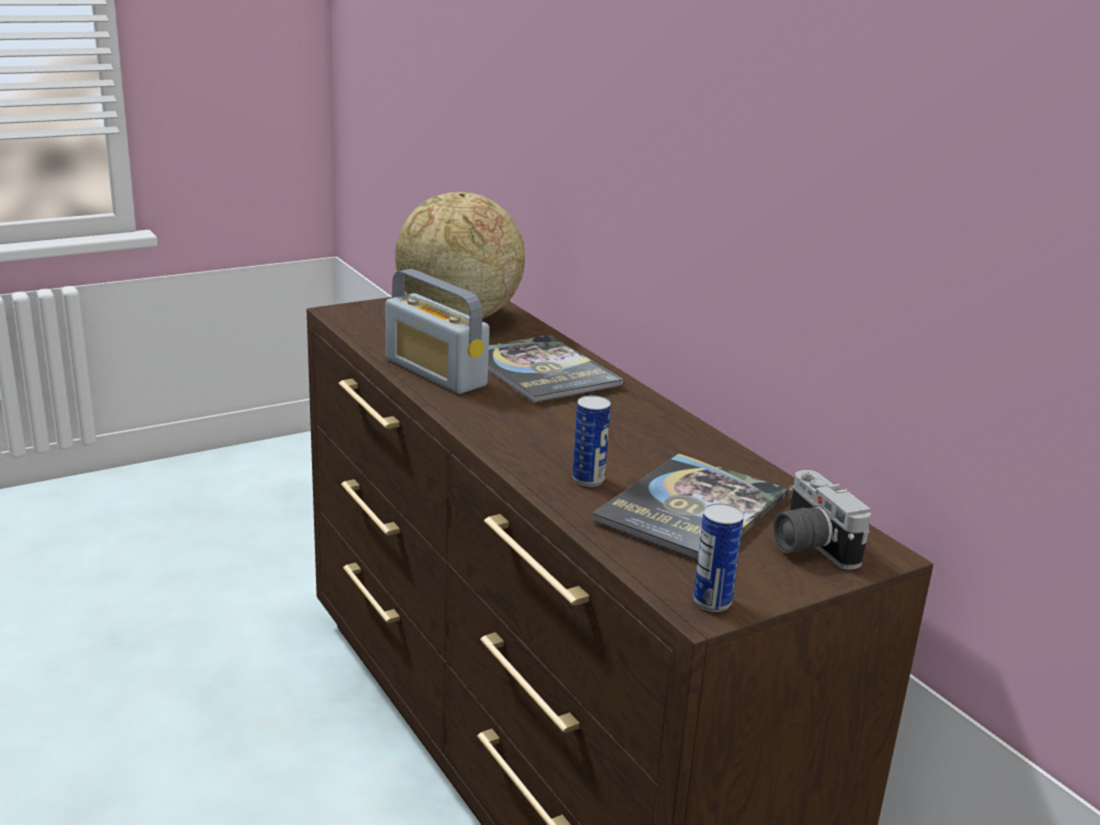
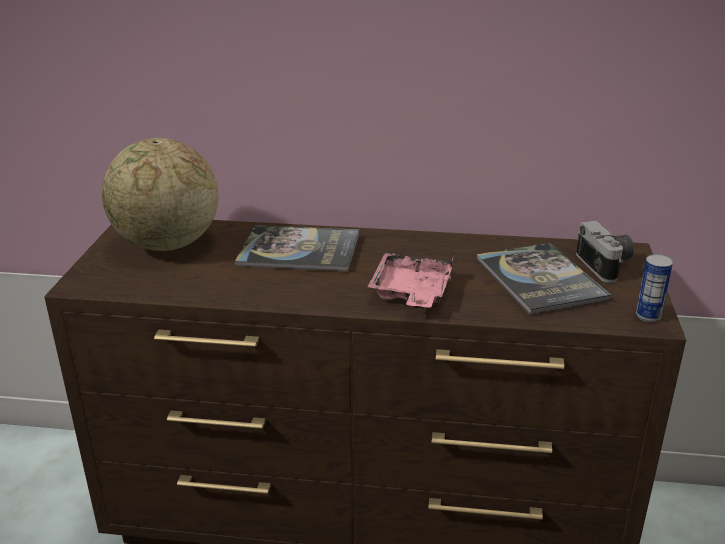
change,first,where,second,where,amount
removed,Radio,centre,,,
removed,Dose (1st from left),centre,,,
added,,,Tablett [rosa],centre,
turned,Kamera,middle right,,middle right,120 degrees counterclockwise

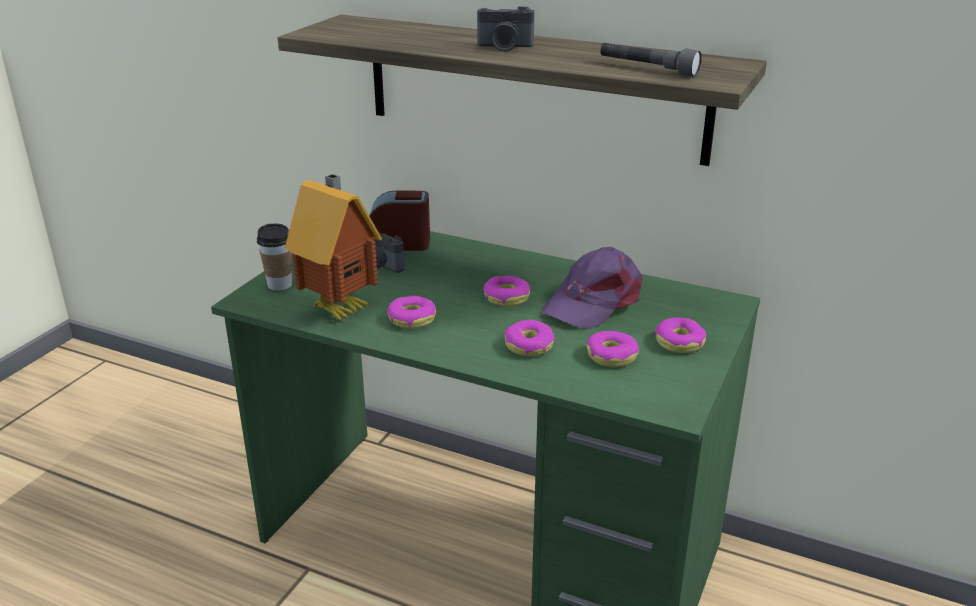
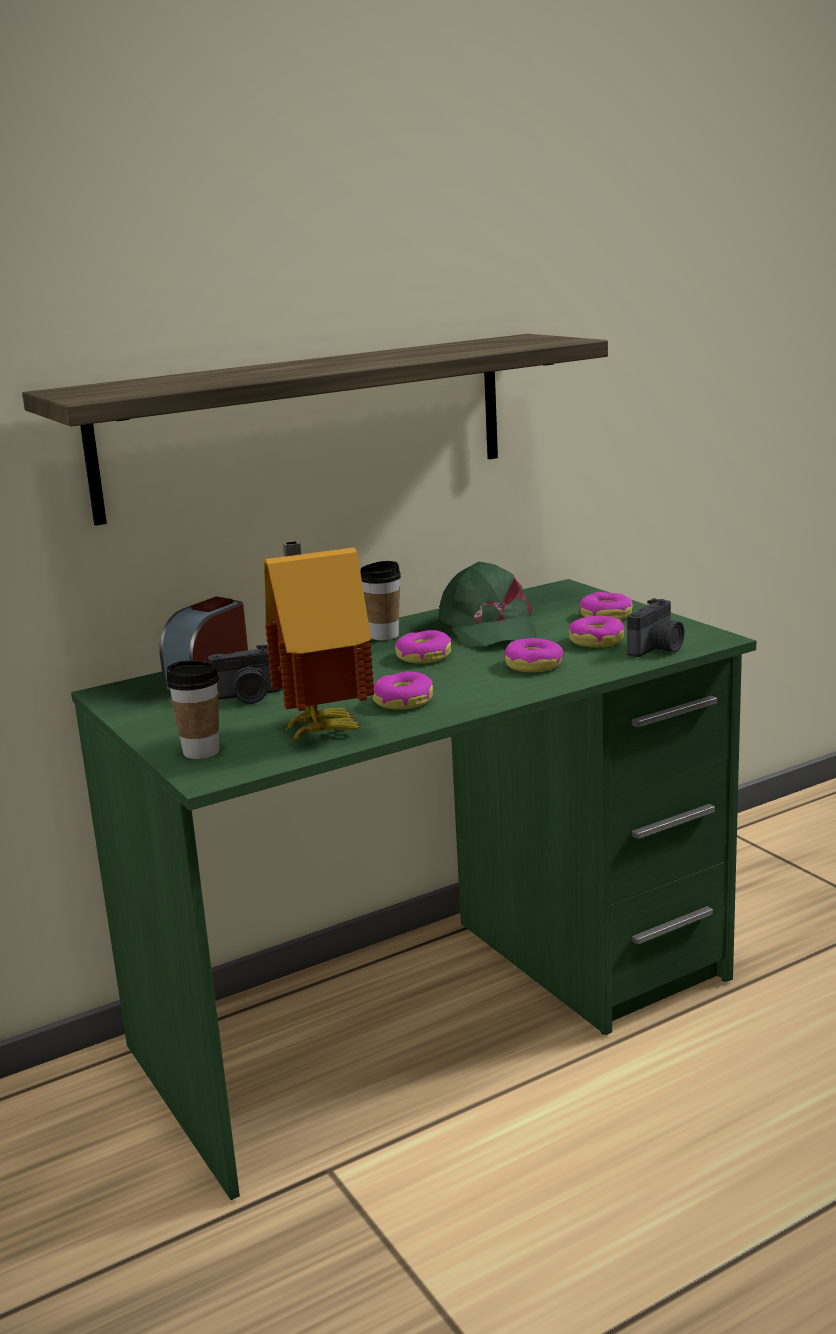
change,first,where,second,where,amount
removed,Taschenlampe [grau],top right,,,
added,,,Tasse (2nd from left),centre,
moved,Kamera (2nd from left),top centre,,middle right,
recoloured,Kappe [lila],centre,Kappe [grün],centre,

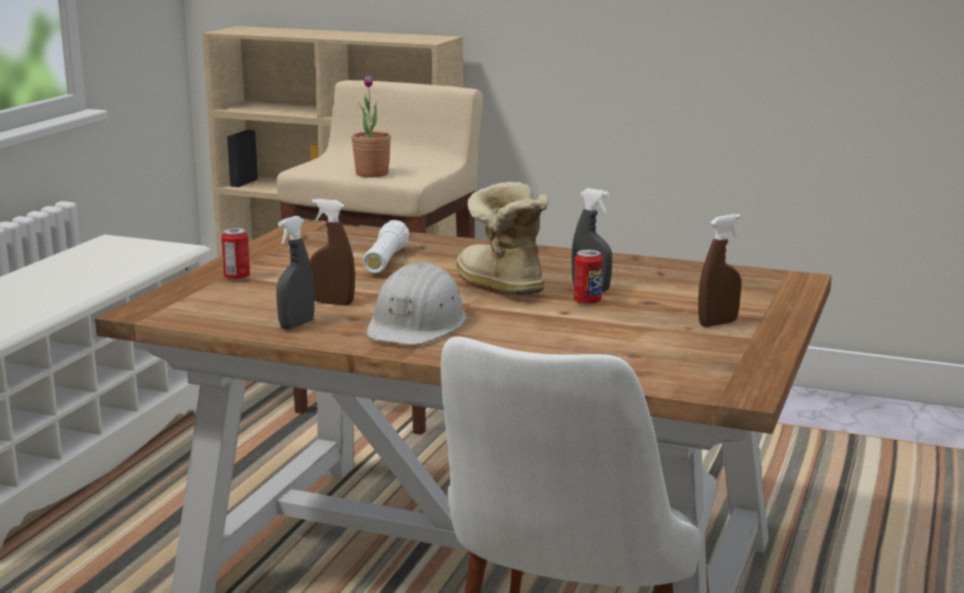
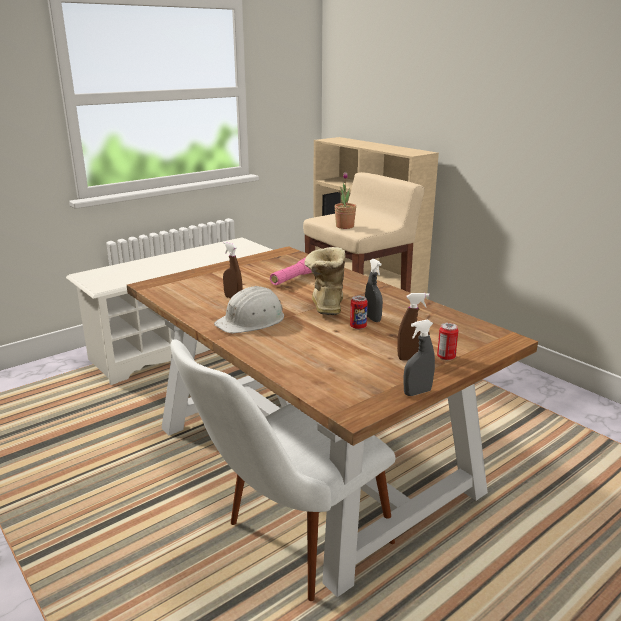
change,first,where,second,where,amount
moved,Dose (1st from left in the first image),middle left,Dose (2nd from left),middle right,
moved,Sprühflasche [grau] (1st from left in the first image),middle left,Sprühflasche [grau] (2nd from left),middle right,
recoloured,Taschenlampe [weiß],centre,Taschenlampe [rosa],centre,

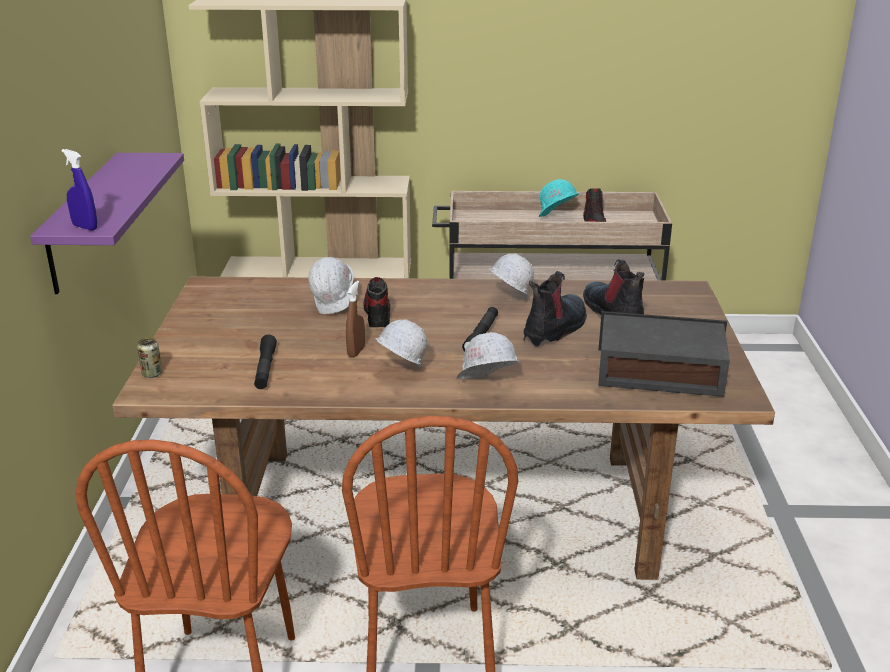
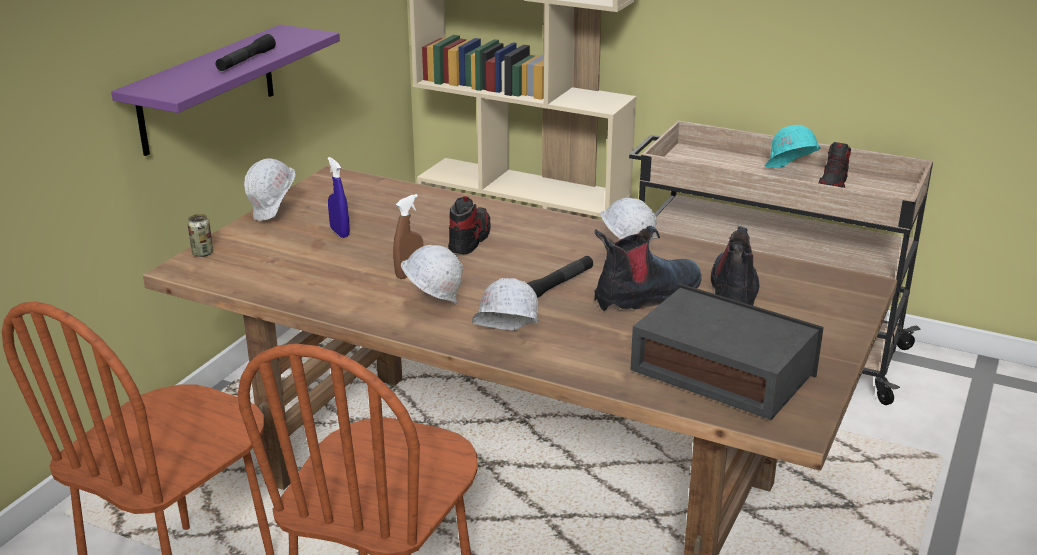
change,first,where,second,where,amount
moved,Sprühflasche [blau],top left,,middle left,
moved,Taschenlampe [schwarz] (1st from left),middle left,,top left,
moved,Schutzhelm [weiß] (1st from left),centre,,middle left,

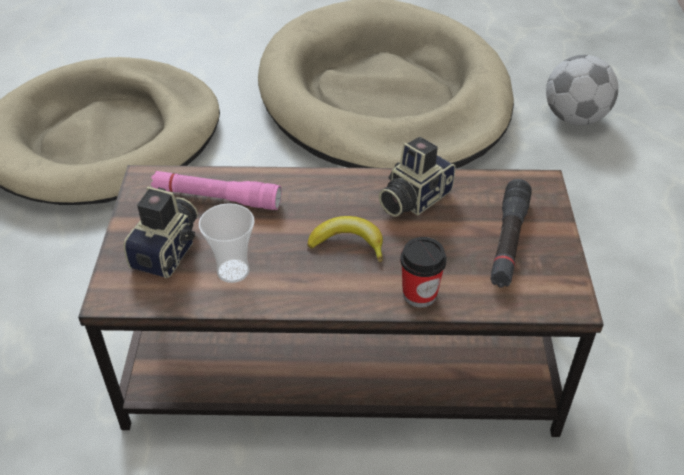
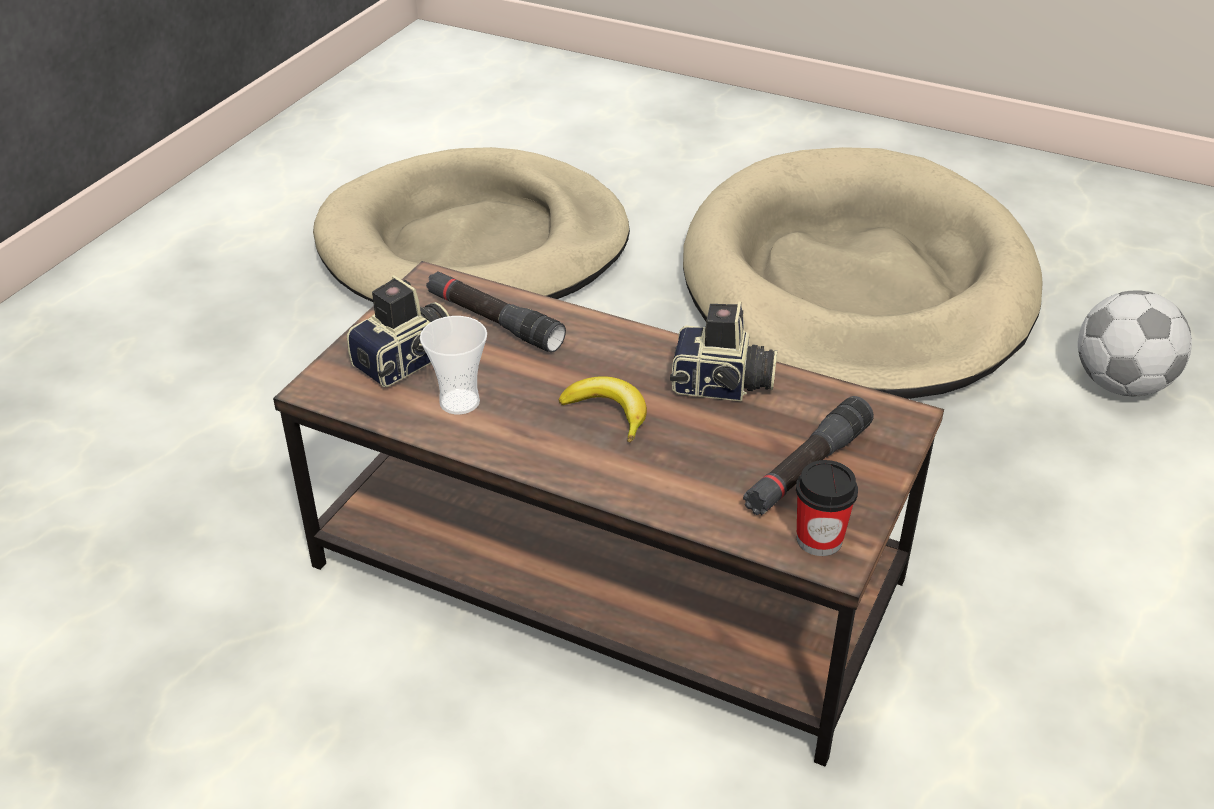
change,first,where,second,where,amount
moved,Tasse (2nd from left),centre,,middle right,
recoloured,Taschenlampe [rosa],middle left,Taschenlampe [schwarz] (1st from left),centre,
turned,Kamera (2nd from left),centre,,centre,150 degrees counterclockwise

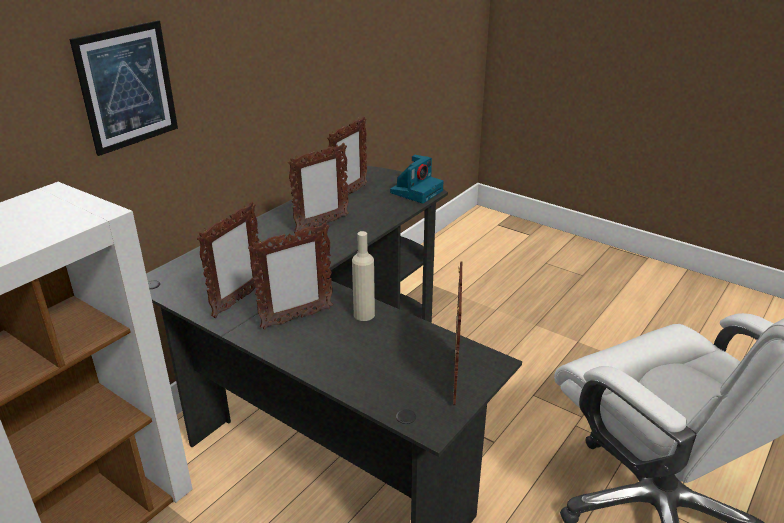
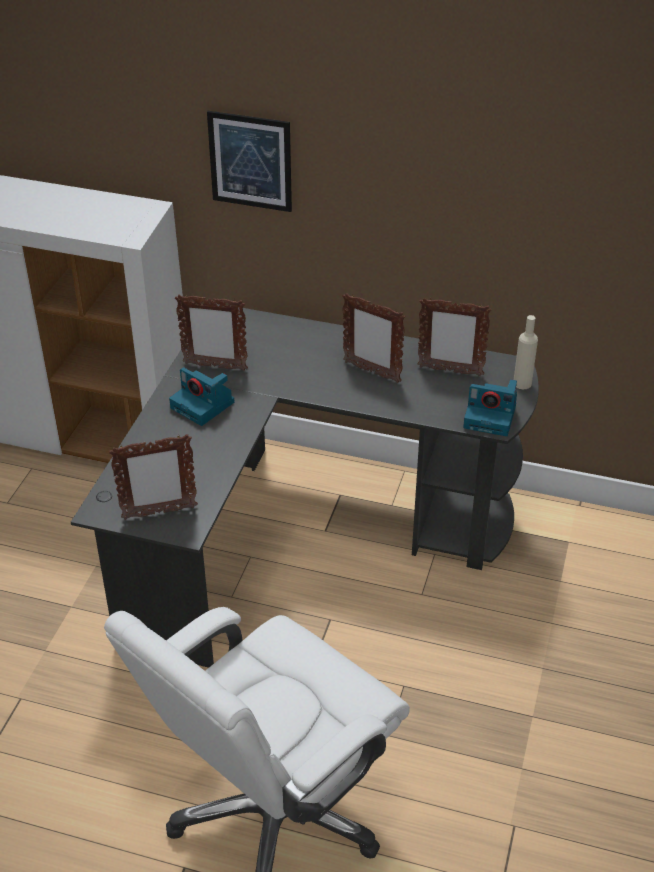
change,first,where,second,where,amount
moved,Flasche [beige],centre,,middle right,
replaced,Bilderrahmen (2nd from left),centre,Kamera (1st from left),middle left,

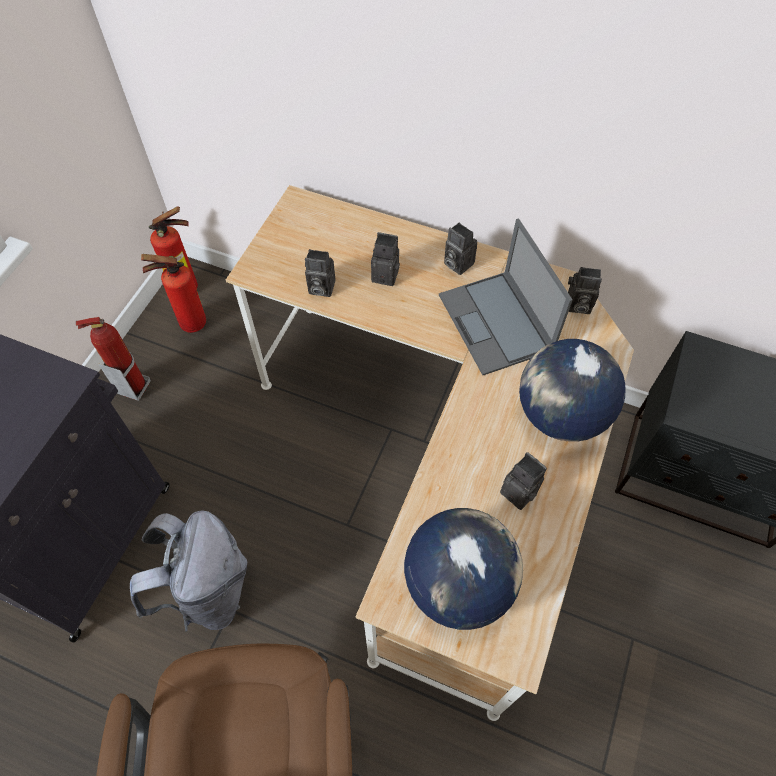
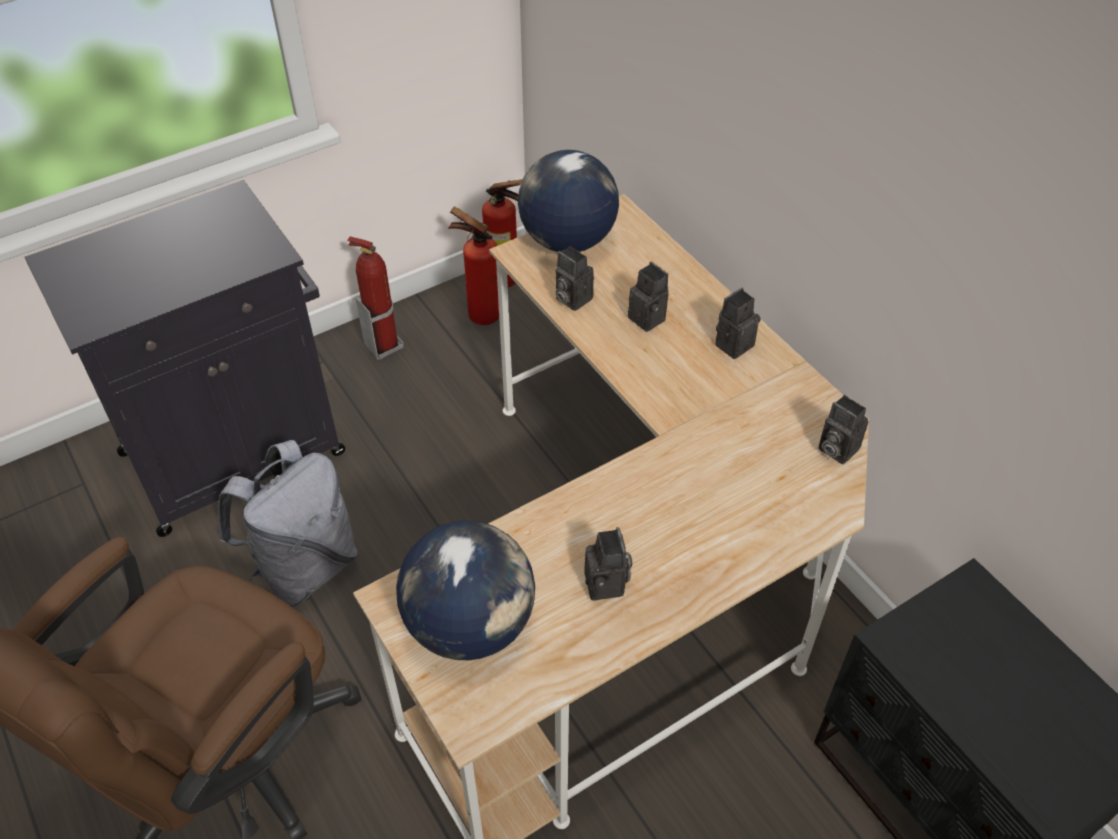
change,first,where,second,where,amount
removed,Laptop,centre,,,
moved,Globus (2nd from left),middle right,,top centre,
turned,Kamera (3rd from left in the first image),top centre,Kamera (4th from left),centre,60 degrees clockwise

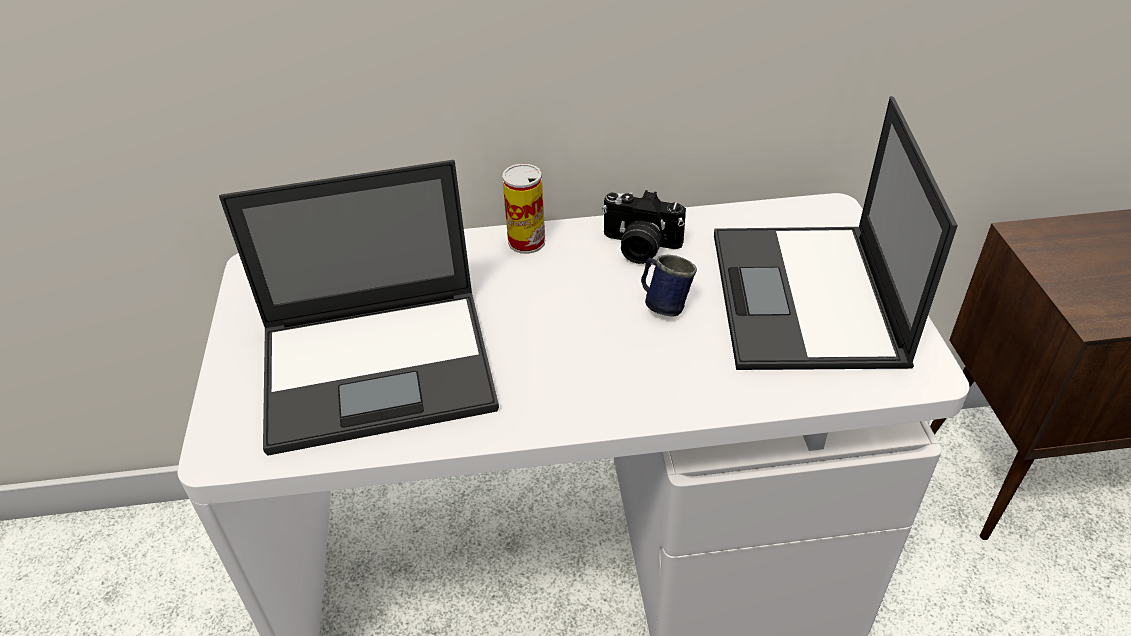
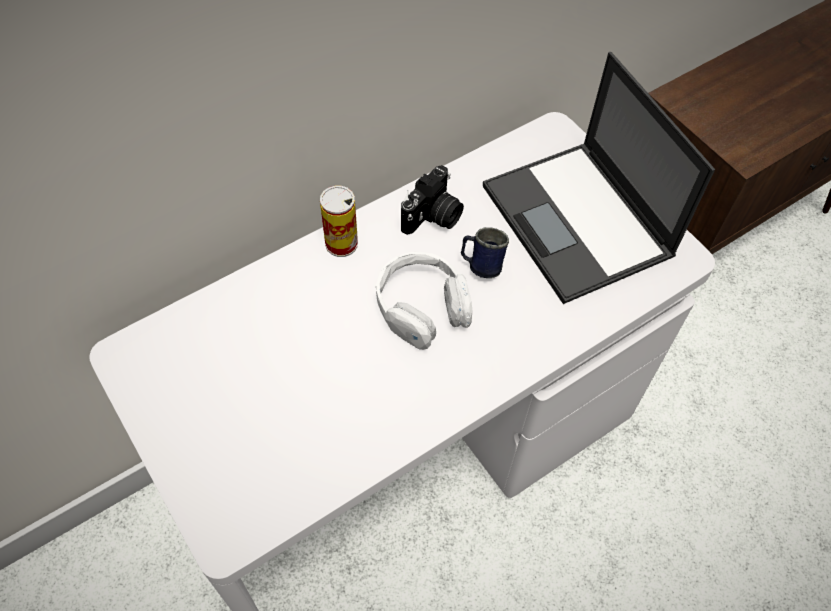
change,first,where,second,where,amount
removed,Laptop (1st from left),middle left,,,
added,,,Kopfhörer [weiß],centre,
turned,Kamera,centre,,top centre,45 degrees counterclockwise

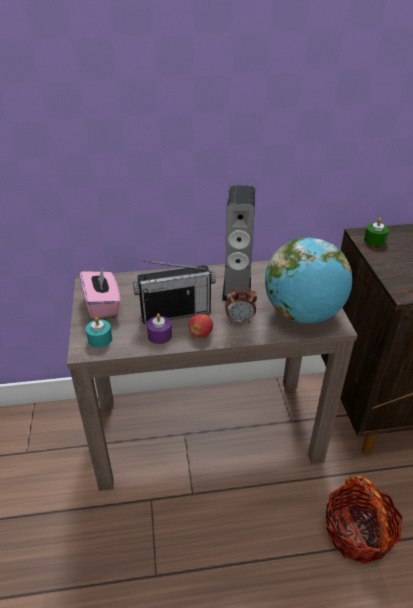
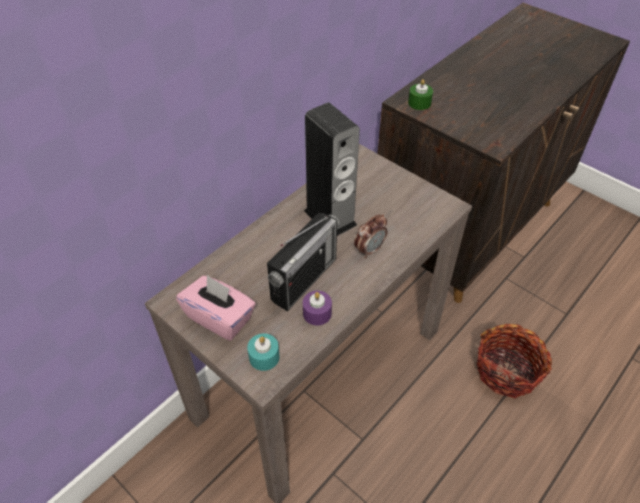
change,first,where,second,where,amount
removed,Apfel,centre,,,
removed,Globus,middle right,,,

